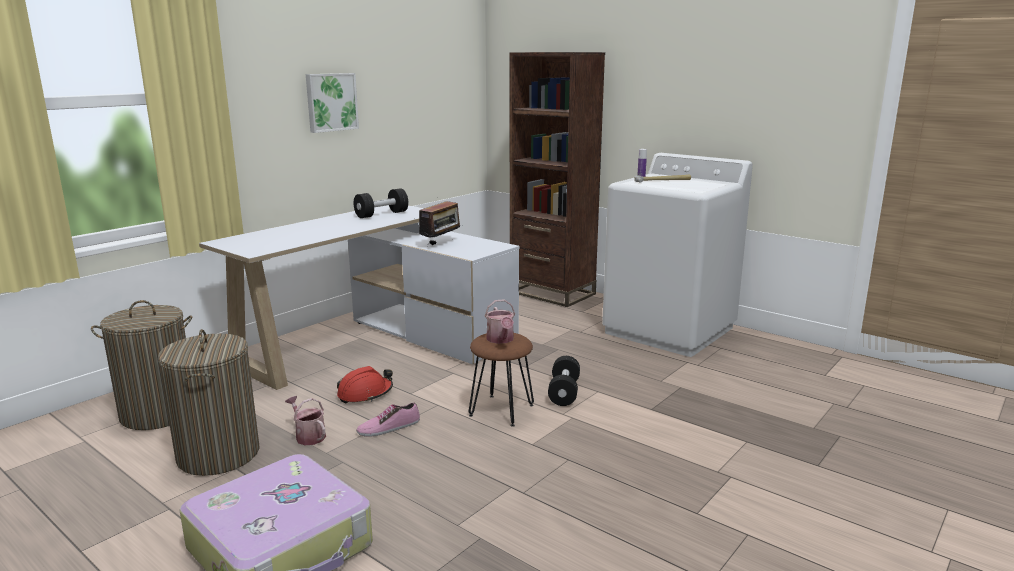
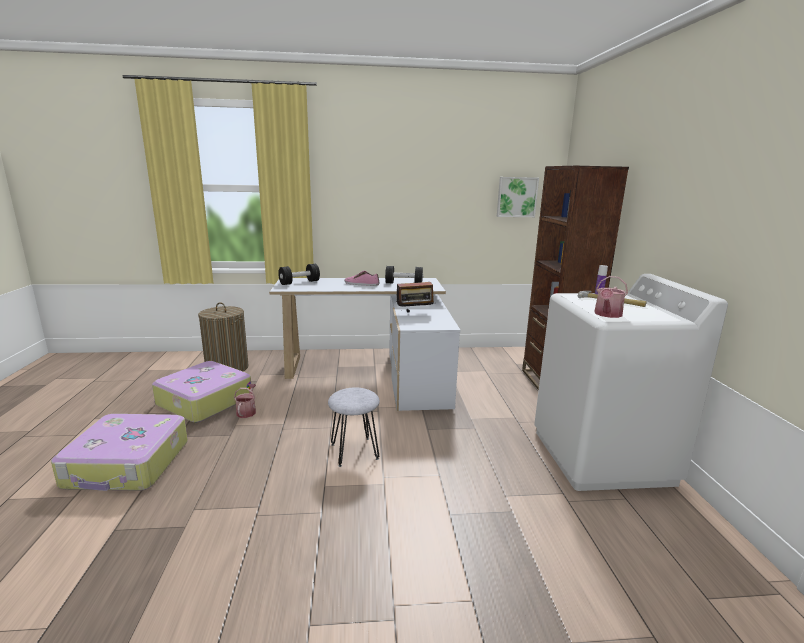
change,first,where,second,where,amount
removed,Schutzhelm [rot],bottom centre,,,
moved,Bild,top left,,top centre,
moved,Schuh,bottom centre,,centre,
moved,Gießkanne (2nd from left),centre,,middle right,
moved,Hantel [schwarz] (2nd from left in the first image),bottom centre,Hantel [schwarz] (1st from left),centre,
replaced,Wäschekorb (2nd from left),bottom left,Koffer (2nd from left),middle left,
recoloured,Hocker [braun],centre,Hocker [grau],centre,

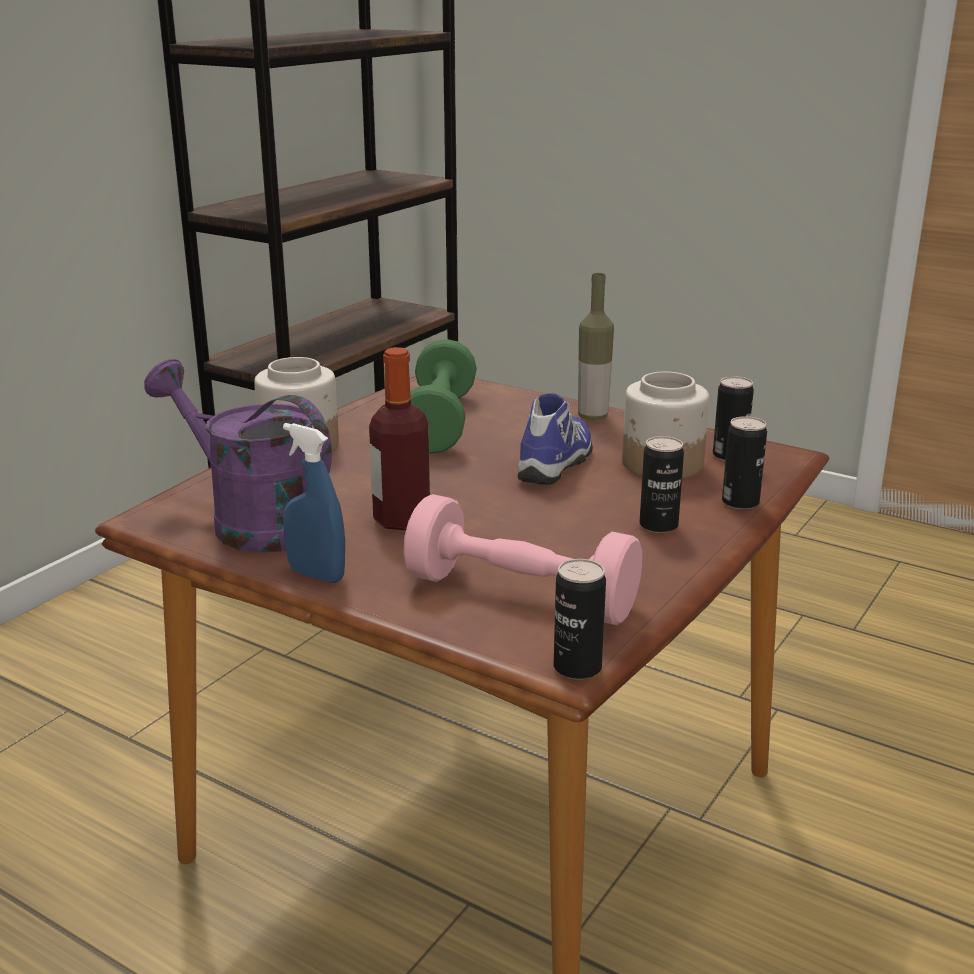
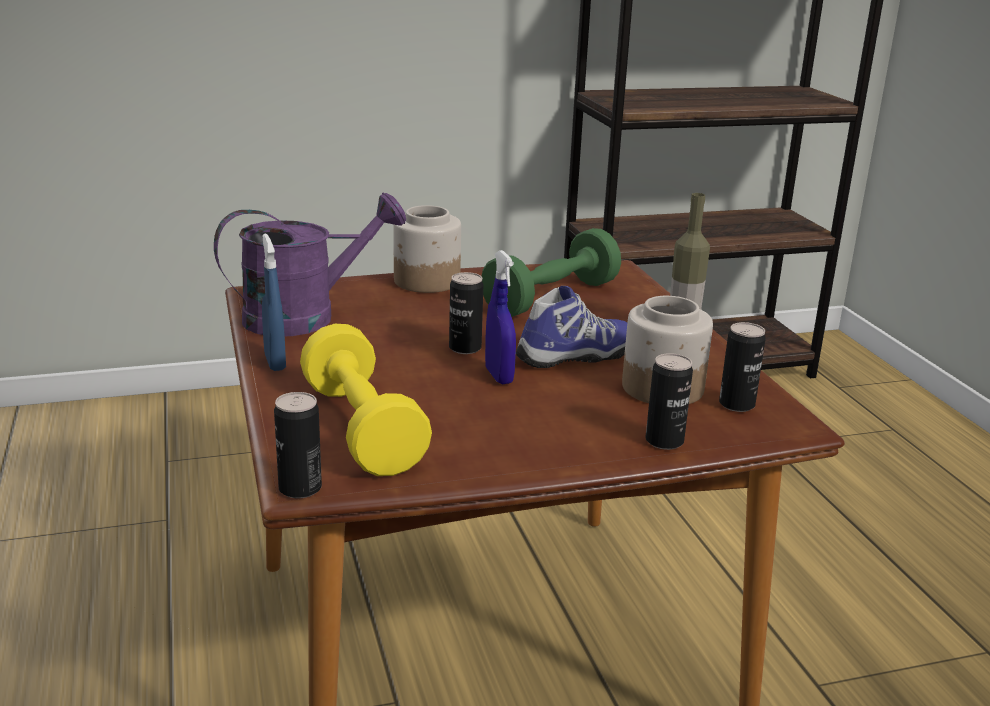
change,first,where,second,where,amount
removed,Flasche (1st from left),centre,,,
added,,,Sprühflasche [blau] (2nd from left),centre,
moved,Dose (2nd from left),middle right,,centre,
recoloured,Hantel [rosa],centre,Hantel [gelb],centre,
turned,Gießkanne [lila],middle left,,middle left,75 degrees clockwise

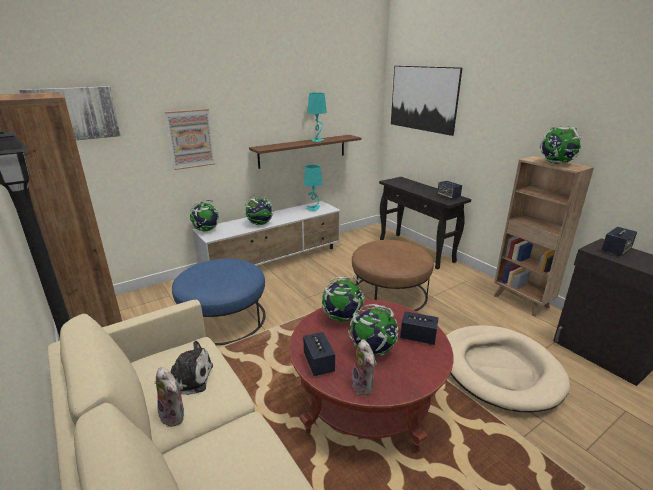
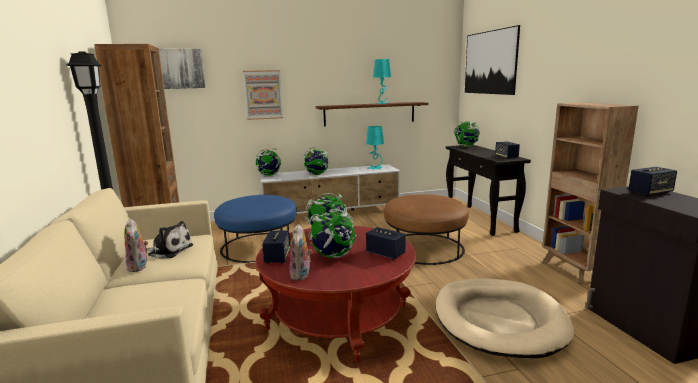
change,first,where,second,where,amount
moved,Globus (5th from left),top right,,middle right,

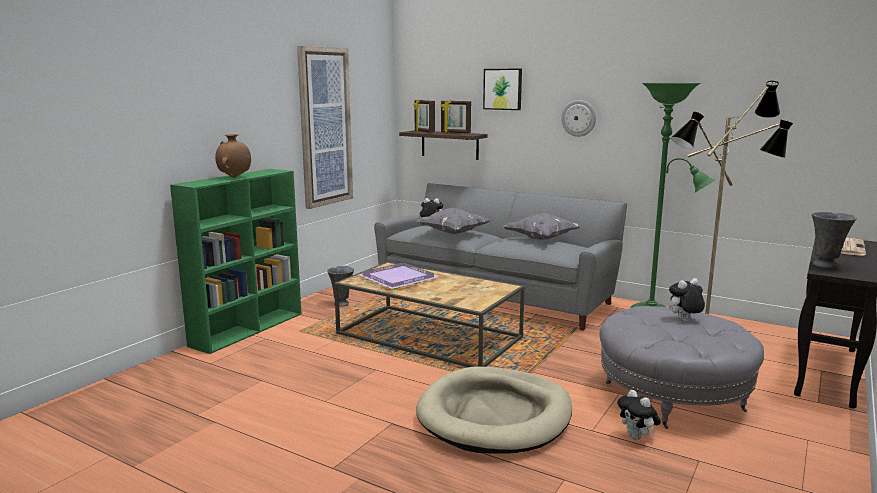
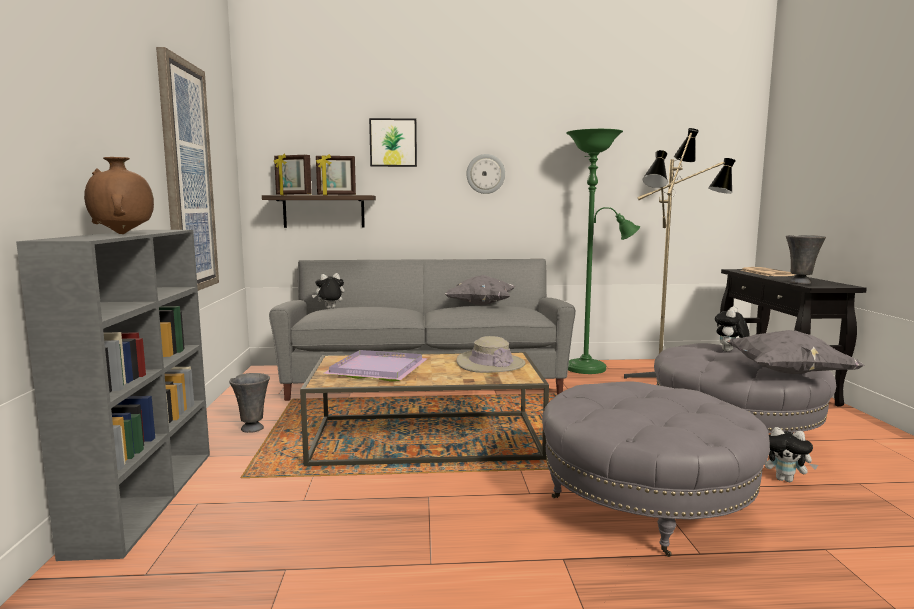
change,first,where,second,where,amount
added,,,Hut [beige],centre,
moved,Kissen [grau] (1st from left in the first image),centre,Kissen [grau] (2nd from left),middle right,
replaced,Hundebett [beige],bottom centre,Polsterhocker [grau] (1st from left),bottom right,
recoloured,Bücherregal [grün],middle left,Bücherregal [grau],middle left,

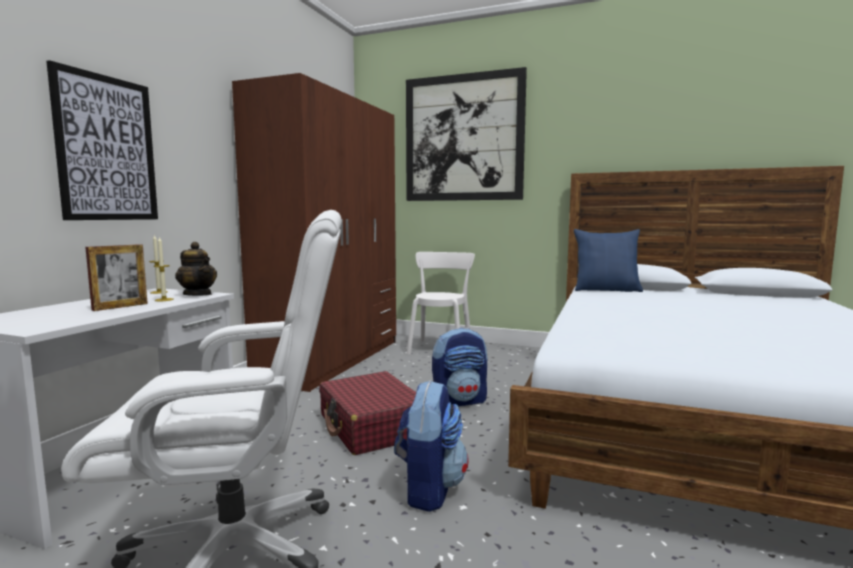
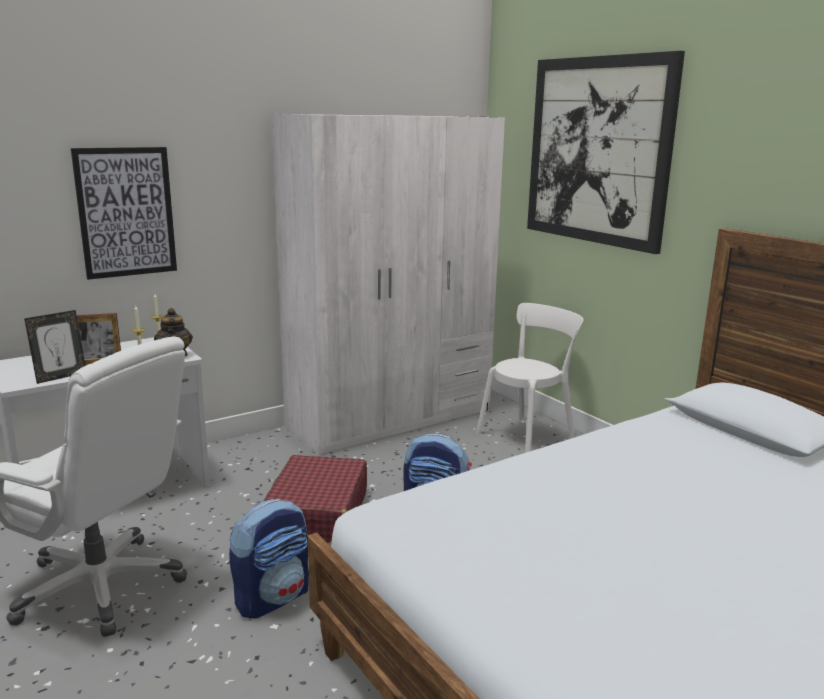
change,first,where,second,where,amount
removed,Kissen [blau],middle right,,,
added,,,Bilderrahmen (1st from left),middle left,
recoloured,Kleiderschrank [braun],centre,Kleiderschrank [weiß],centre,

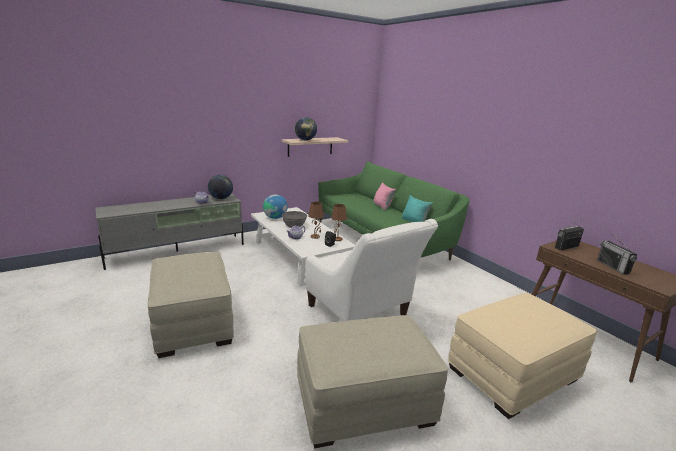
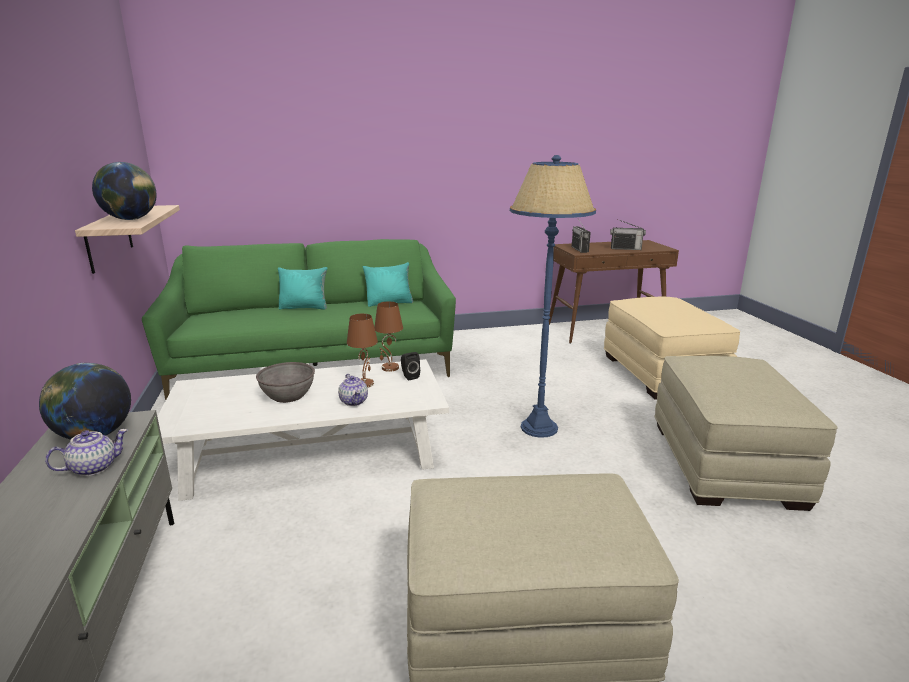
change,first,where,second,where,amount
removed,Globus (2nd from left),centre,,,
replaced,Sessel [weiß],centre,Stehlampe [blau],centre,
recoloured,Kissen [rosa],centre,Kissen [türkis] (1st from left),middle left,

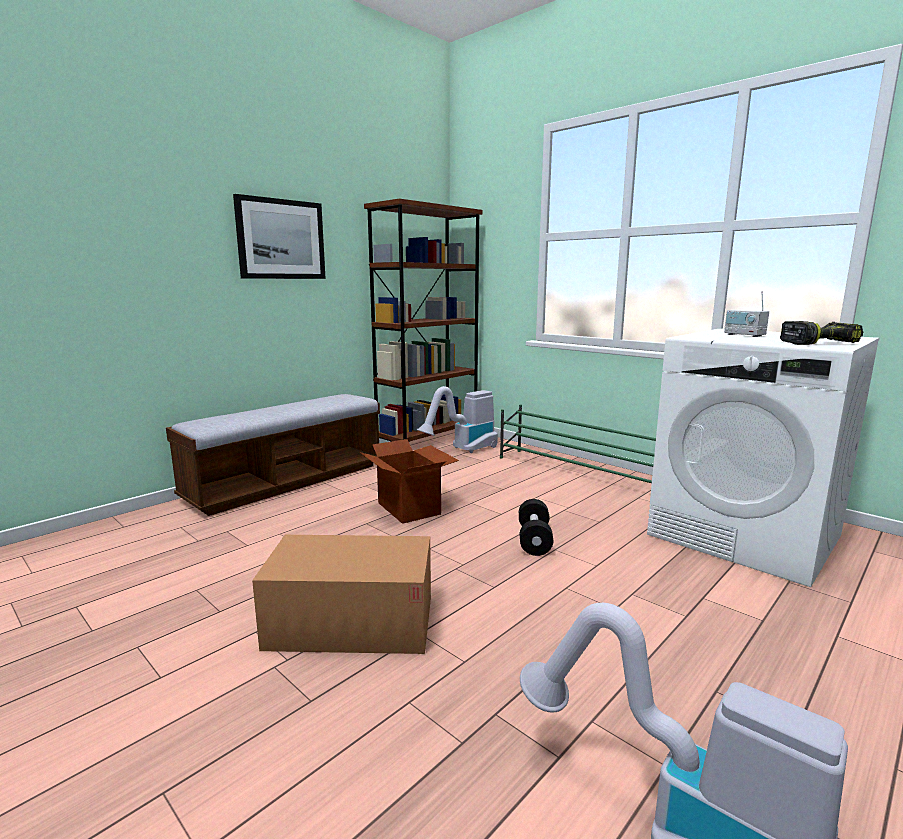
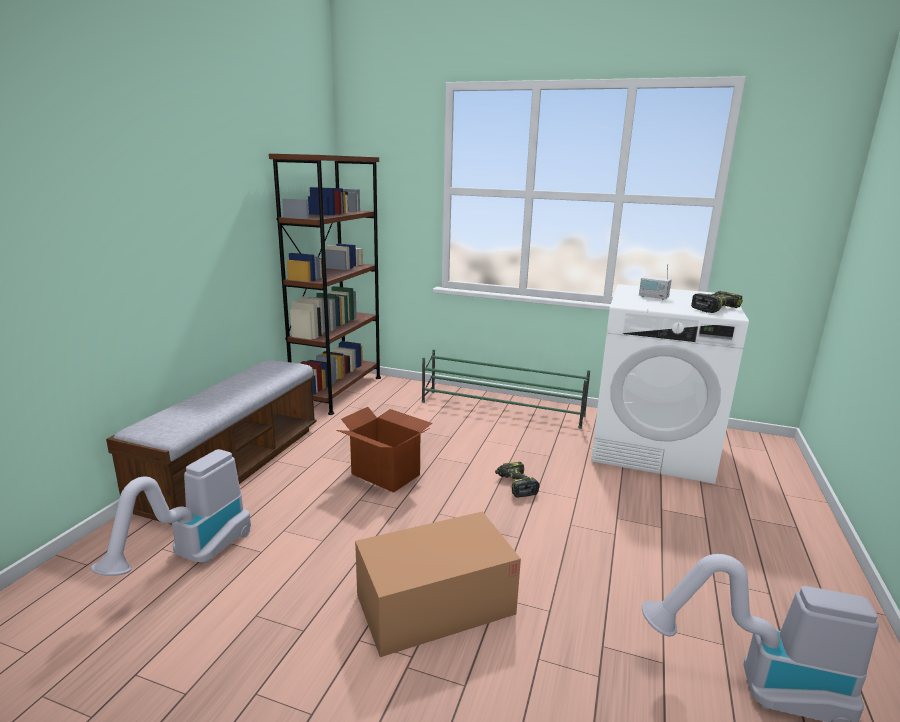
change,first,where,second,where,amount
removed,Bild,top left,,,
moved,Staubsauger (1st from left),centre,,bottom left,
replaced,Hantel [schwarz],centre,Bohrmaschine (1st from left),centre,

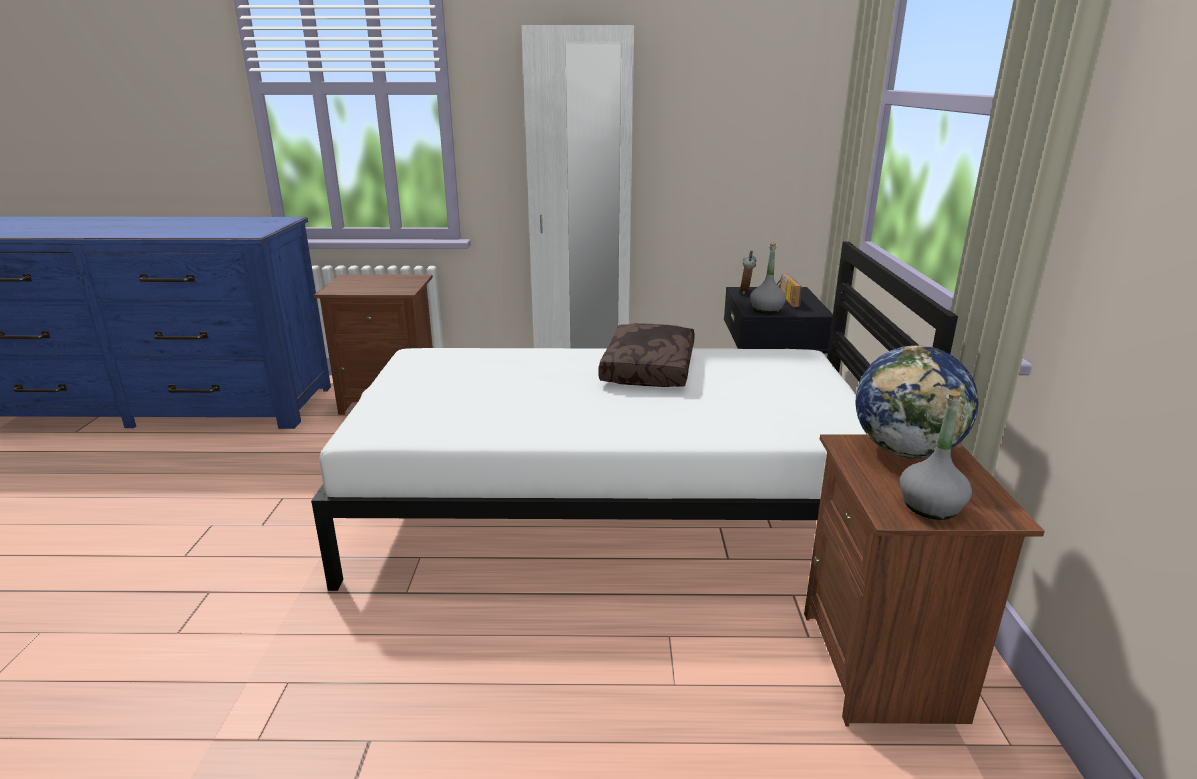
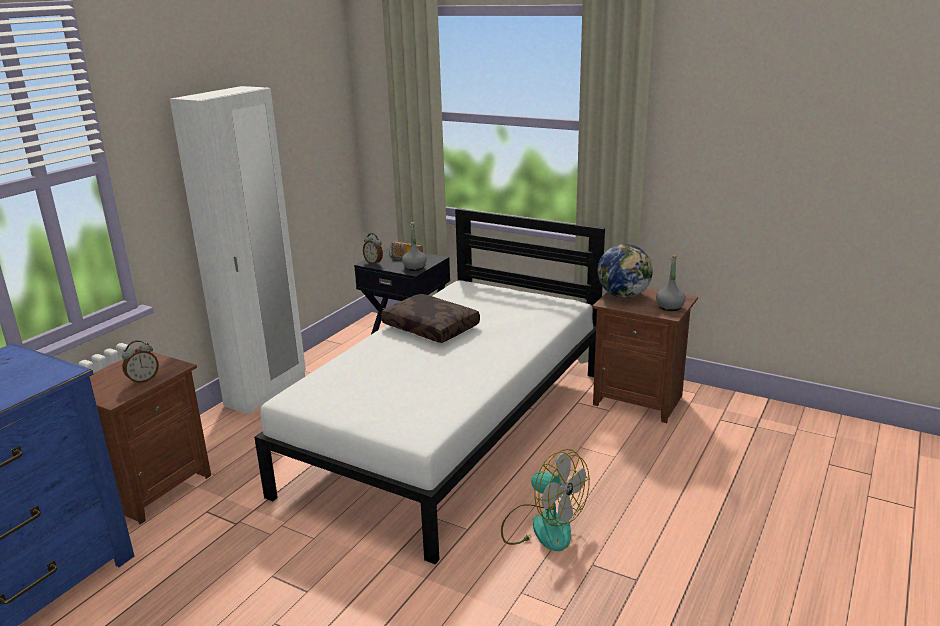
change,first,where,second,where,amount
added,,,Wecker (1st from left),middle left,
added,,,Ventilator,bottom centre,

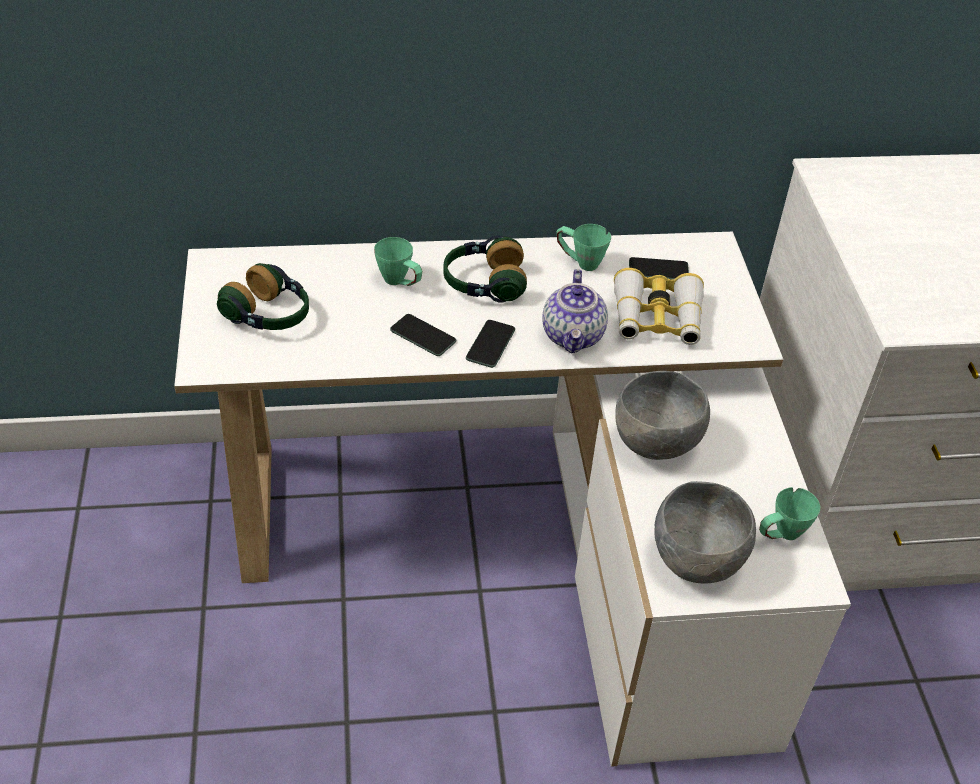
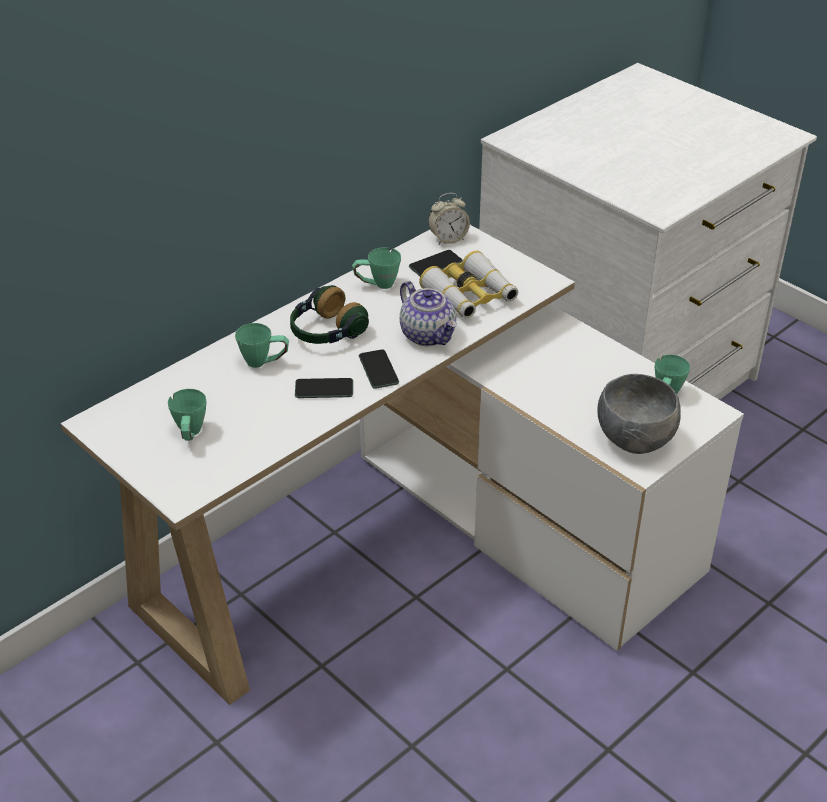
change,first,where,second,where,amount
removed,Schüssel [grau] (1st from left),middle right,,,
added,,,Wecker,top centre,
replaced,Kopfhörer (1st from left),middle left,Henkelbecher [grün] (1st from left),middle left,

